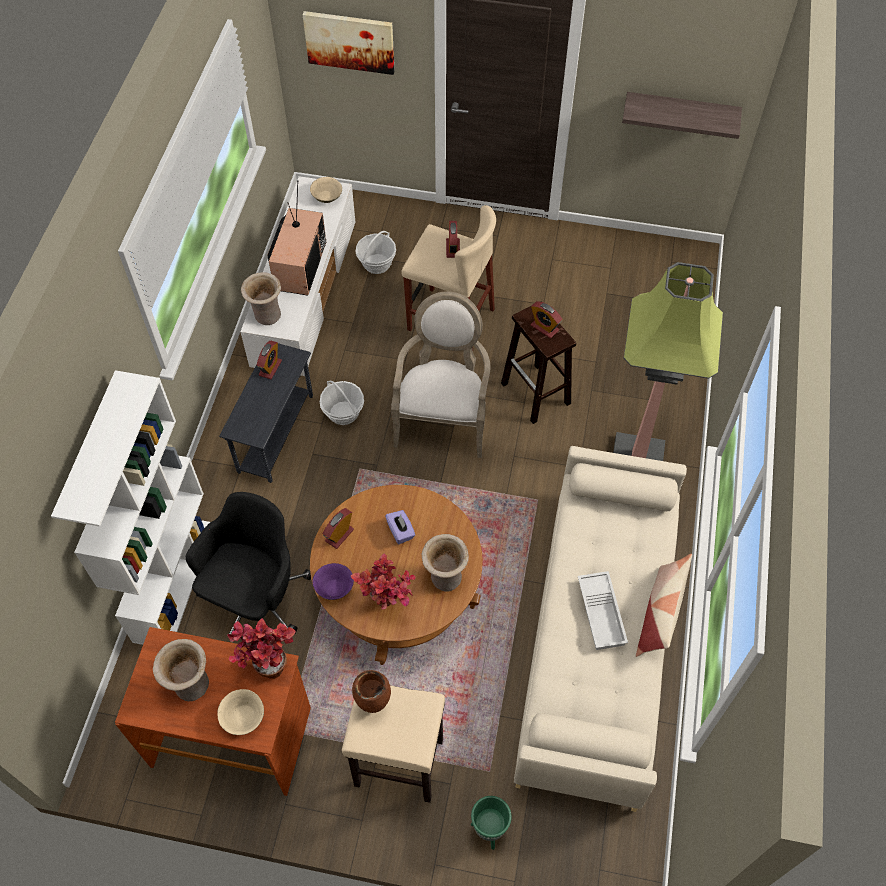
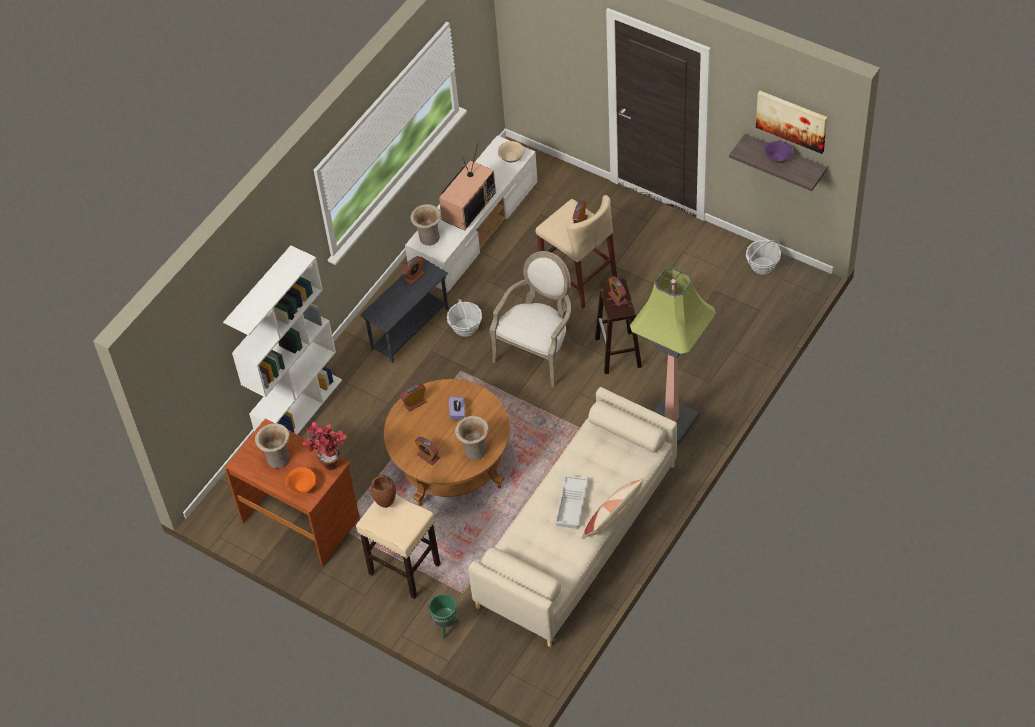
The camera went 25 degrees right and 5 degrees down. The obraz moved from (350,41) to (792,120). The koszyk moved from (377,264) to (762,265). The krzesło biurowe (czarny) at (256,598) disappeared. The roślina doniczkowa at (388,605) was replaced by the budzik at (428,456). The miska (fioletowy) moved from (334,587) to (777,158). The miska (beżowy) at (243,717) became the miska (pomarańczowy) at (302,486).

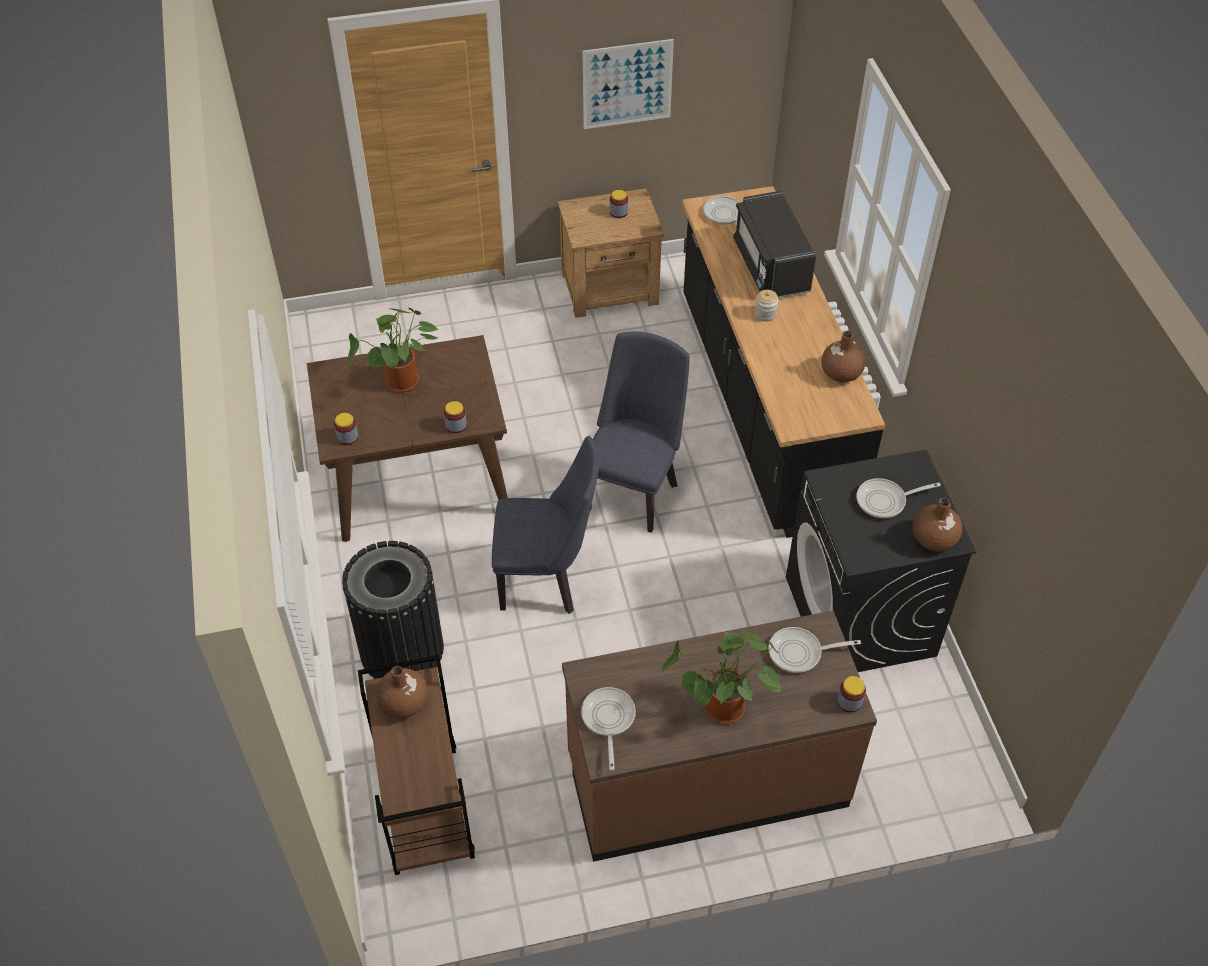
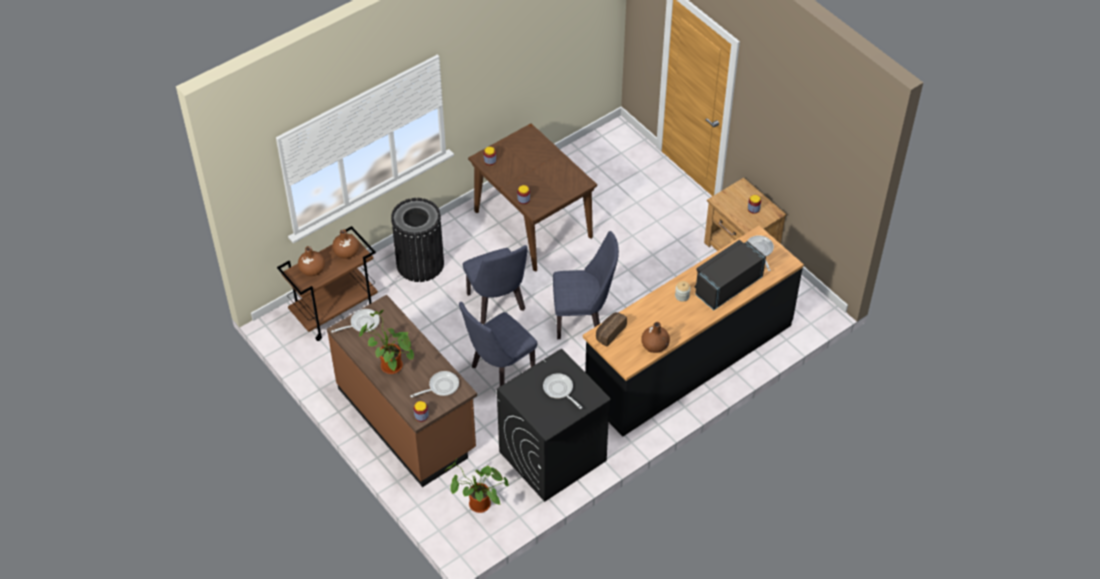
The camera went 65 degrees right and 0 degrees up. The obraz at (627,84) disappeared. The roślina doniczkowa moved from (402,385) to (477,505). The wazon (brązowy) moved from (933,539) to (312,270). The patelnia at (799,653) turned 90 degrees clockwise. The krzesło (niebieski) at (499,372) appeared. The chleb at (609,332) appeared.

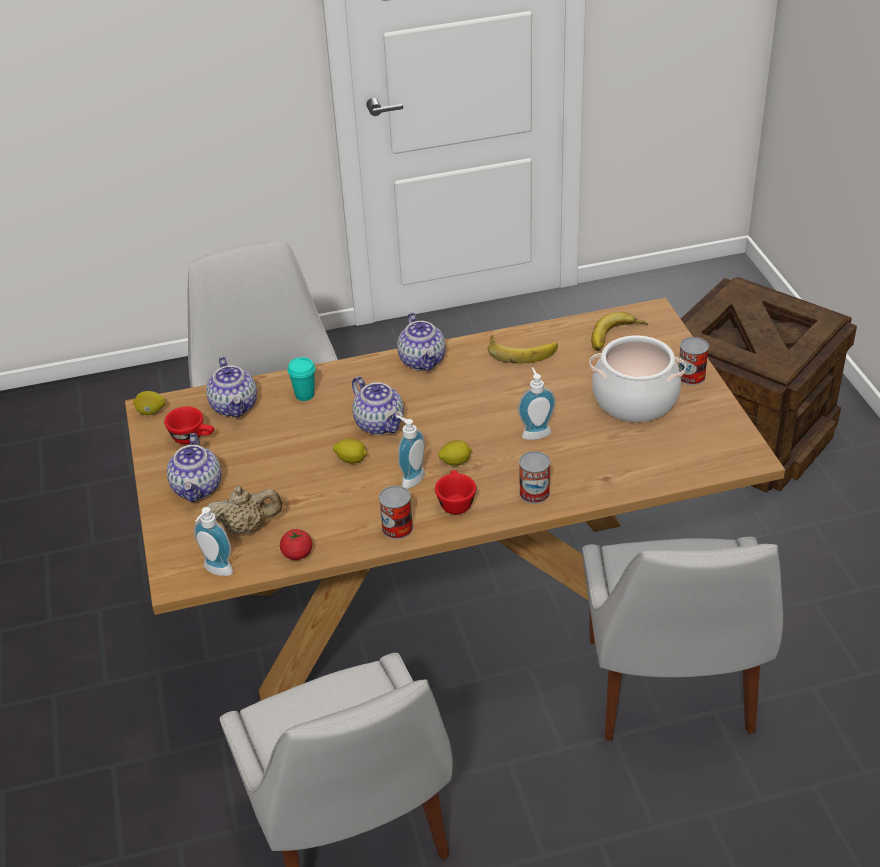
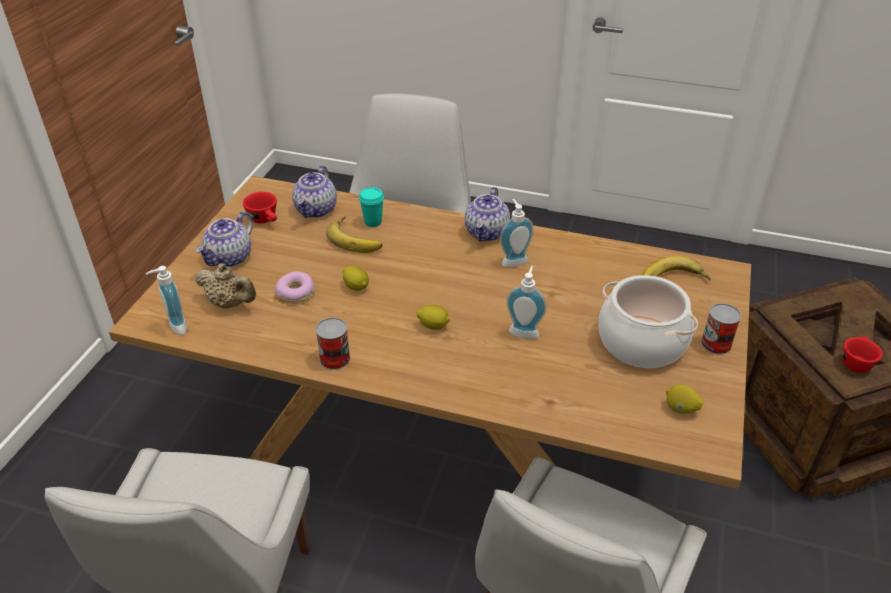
The camera went 30 degrees right and 0 degrees up. The banan moved from (521,350) to (356,239). The imbryk at (380,424) disappeared. The cytryna moved from (151,412) to (681,409). The dozownik mydła moved from (410,478) to (513,260). The puszka at (534,493) disappeared. The filiżanka (czerwony) moved from (455,502) to (856,361). The pomidor at (297,554) disappeared. The donut at (296,292) appeared.

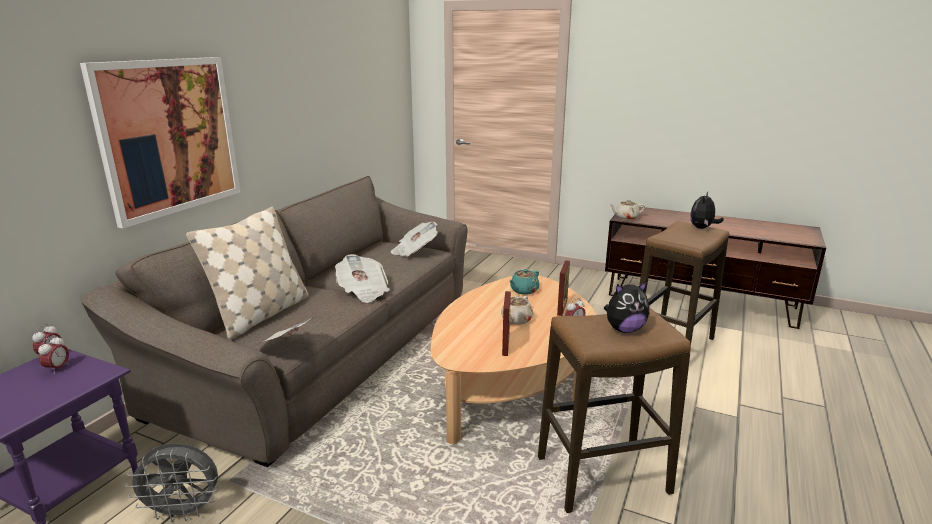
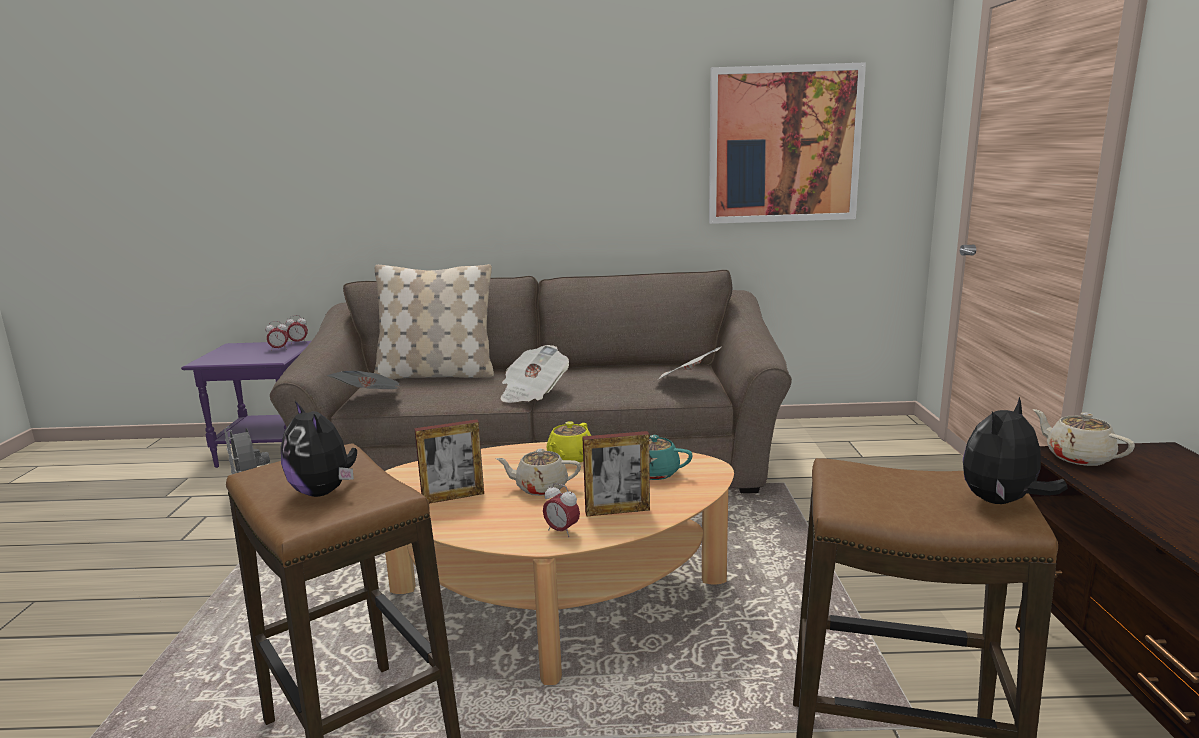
The camera went 65 degrees right and 5 degrees down. The obraz moved from (169,137) to (783,145). The pluszak at (702,228) turned 45 degrees counterclockwise. The imbryk (żółty) at (570,458) appeared.

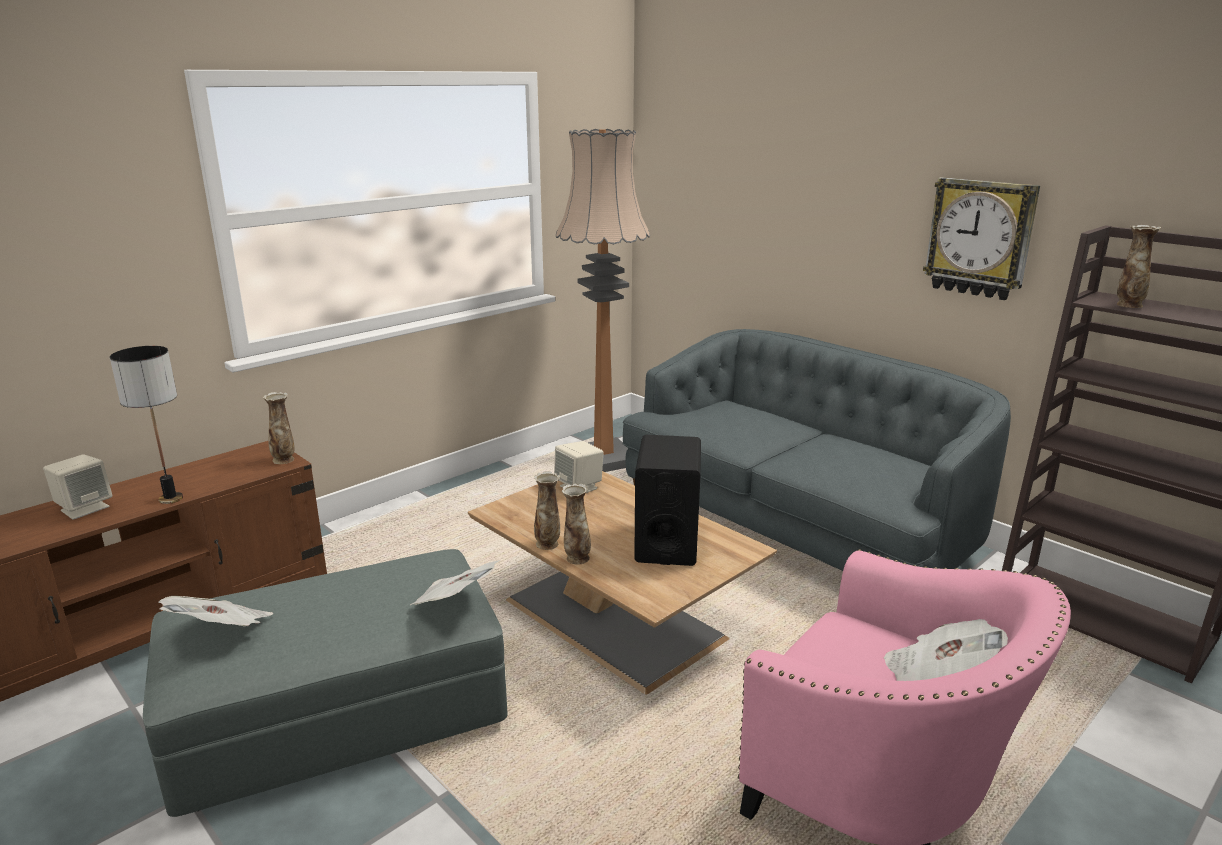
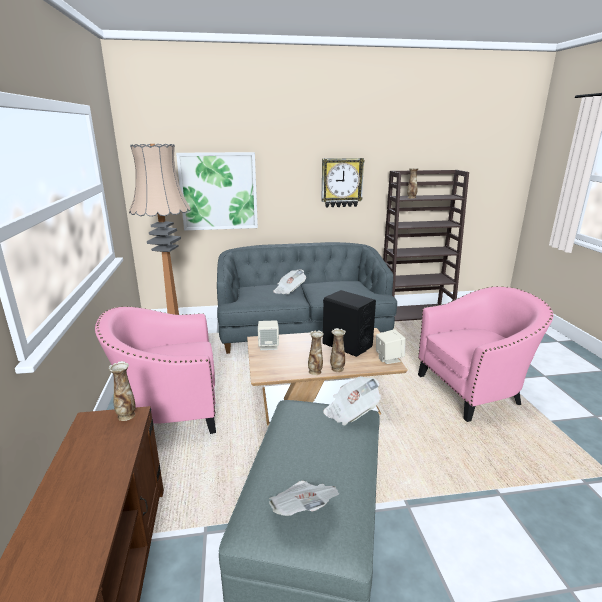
The camera went 55 degrees left and 0 degrees up. The lampa stołowa at (171,498) disappeared. The głośnik (beżowy) moved from (85,508) to (388,358). The gazeta moved from (937,677) to (289,290). The obraz at (218,191) appeared. The fotel (różowy) at (170,411) appeared.

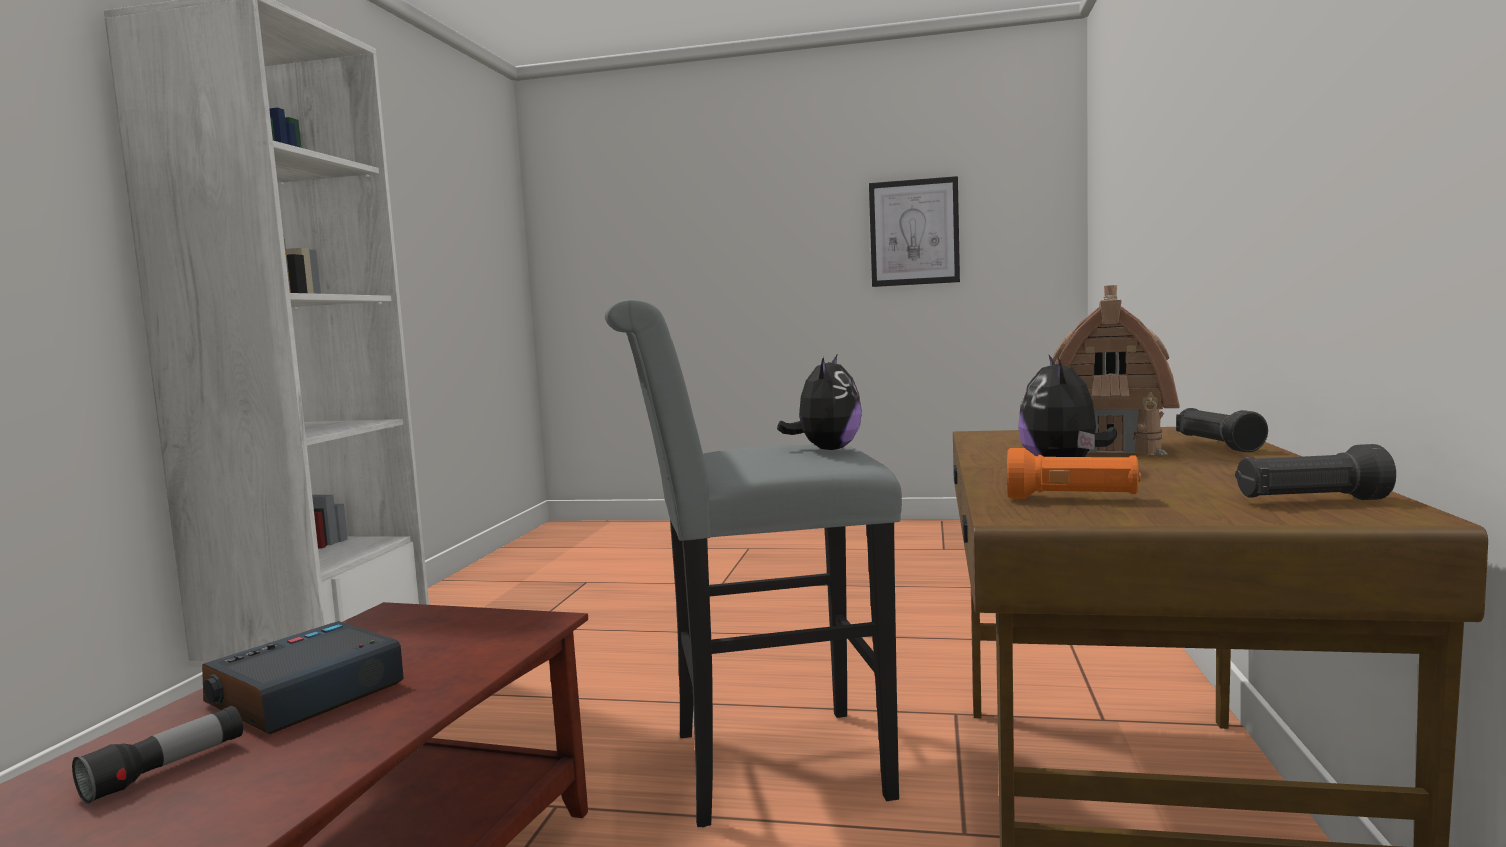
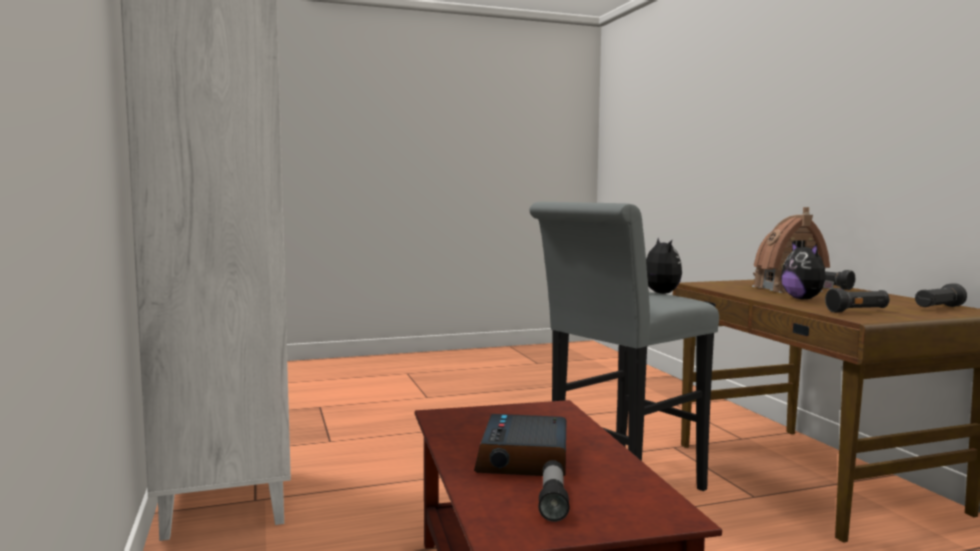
The camera went 30 degrees left and 0 degrees up. The obraz at (914,232) disappeared. The latarka (pomarańczowy) at (1072,499) became the latarka (czarny) at (857,311).

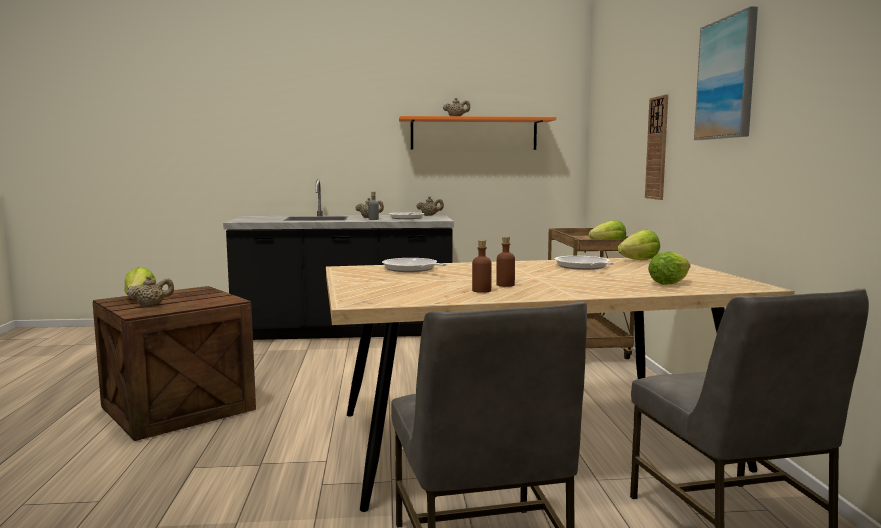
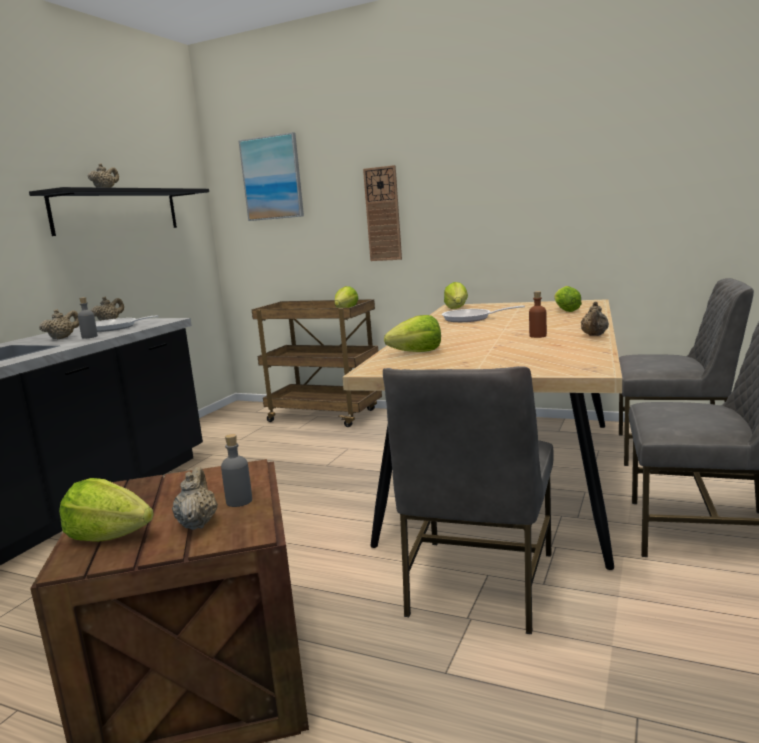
The camera went 60 degrees left and 5 degrees up. The obraz moved from (727,79) to (272,178). The półka (pomarańczowy) at (474,134) became the półka (czarny) at (117,211). The butelka (brązowy) at (481,290) disappeared. The patelnia at (412,269) was replaced by the sałata at (417,352). The imbryk (beżowy) at (594,335) appeared. The krzesło (szary) at (477,584) appeared. The butelka (szary) at (239,501) appeared.

